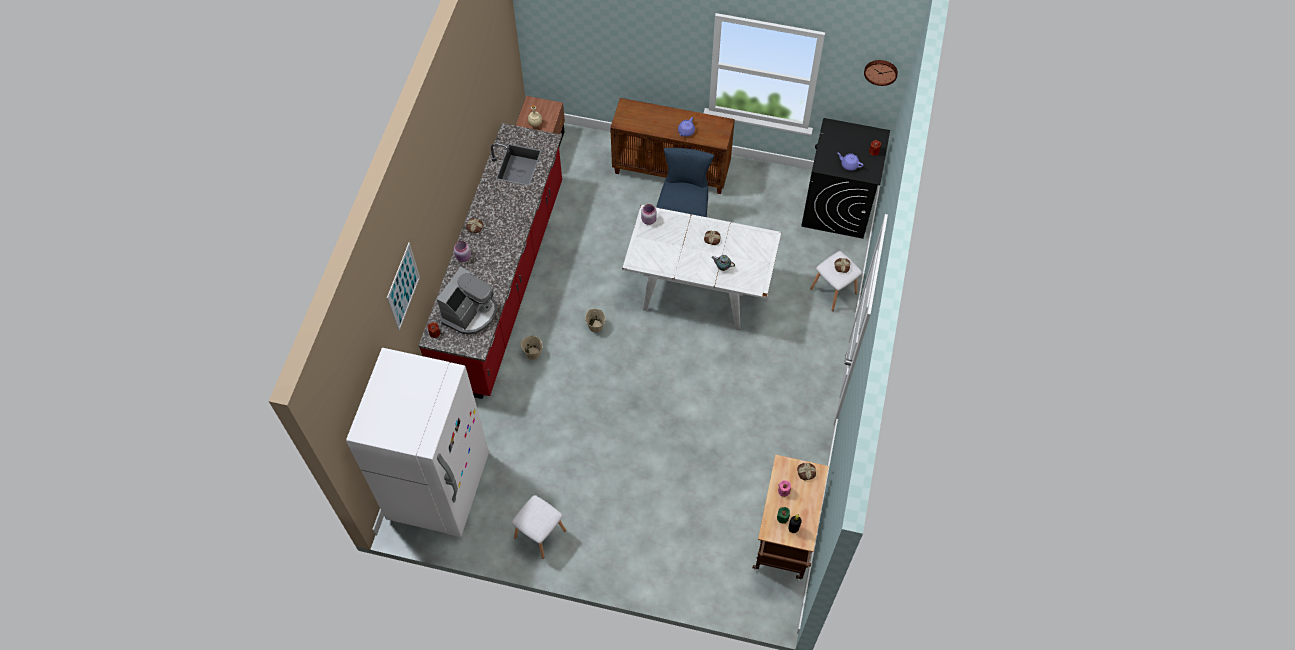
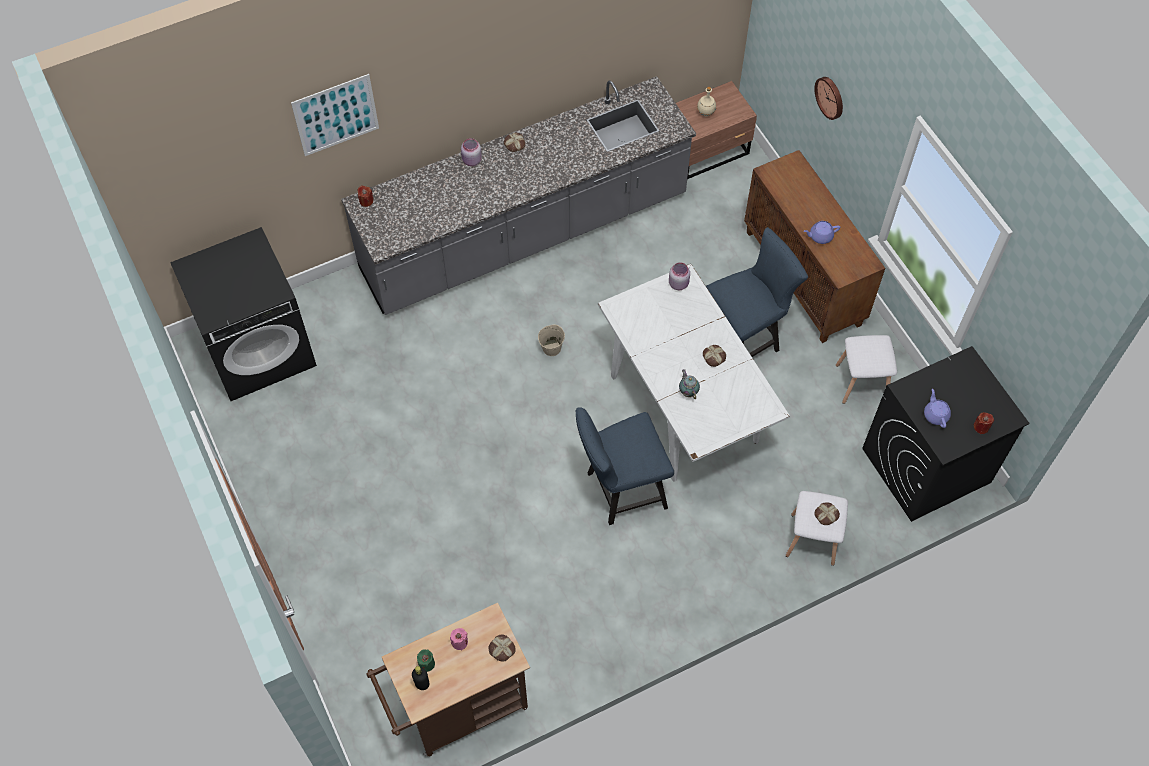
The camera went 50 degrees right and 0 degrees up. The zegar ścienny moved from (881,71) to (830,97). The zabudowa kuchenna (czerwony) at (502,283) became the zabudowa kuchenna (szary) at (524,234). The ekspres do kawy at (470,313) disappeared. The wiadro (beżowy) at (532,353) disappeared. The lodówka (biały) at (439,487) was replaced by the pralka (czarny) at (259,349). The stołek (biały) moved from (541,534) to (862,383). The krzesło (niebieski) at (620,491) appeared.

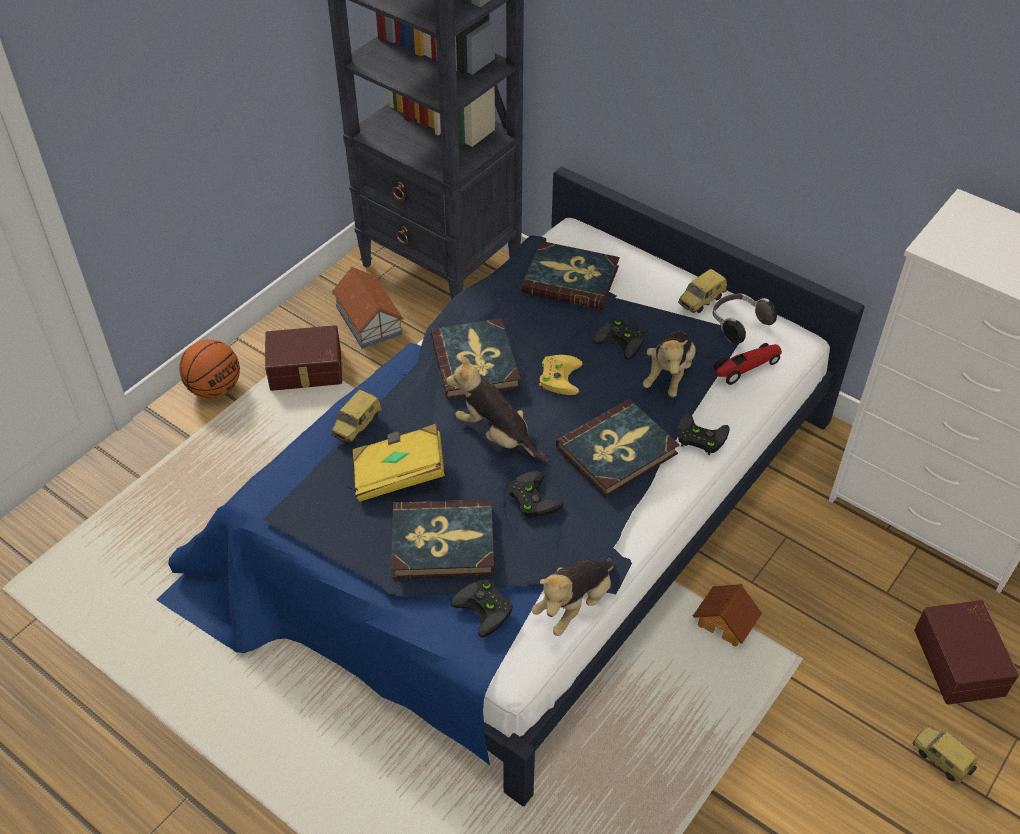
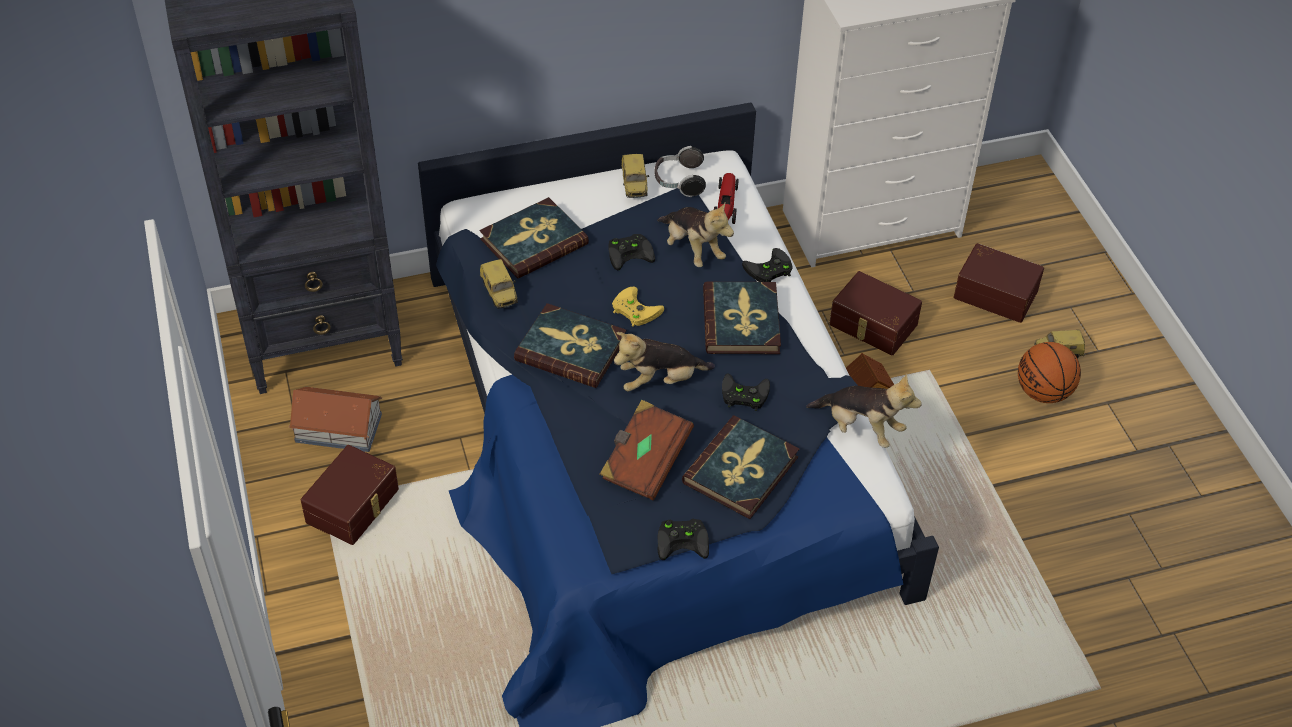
The camera went 55 degrees left and 0 degrees up. The piłka do koszykówki moved from (214,388) to (1043,392). The samochodzik moved from (358,427) to (500,293). The książka (żółty) at (399,474) became the książka (brązowy) at (645,462). The pluszak at (574,605) turned 45 degrees counterclockwise. The pad do gier (czarny) moved from (486,609) to (684,540). The pojemnik do przechowywania (brązowy) at (872,325) appeared.

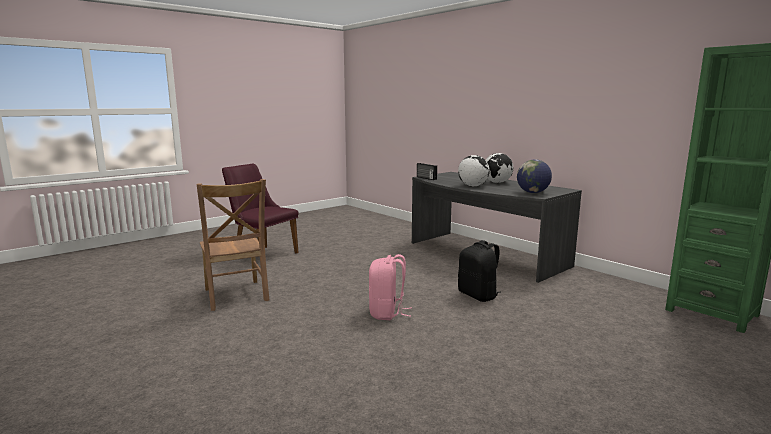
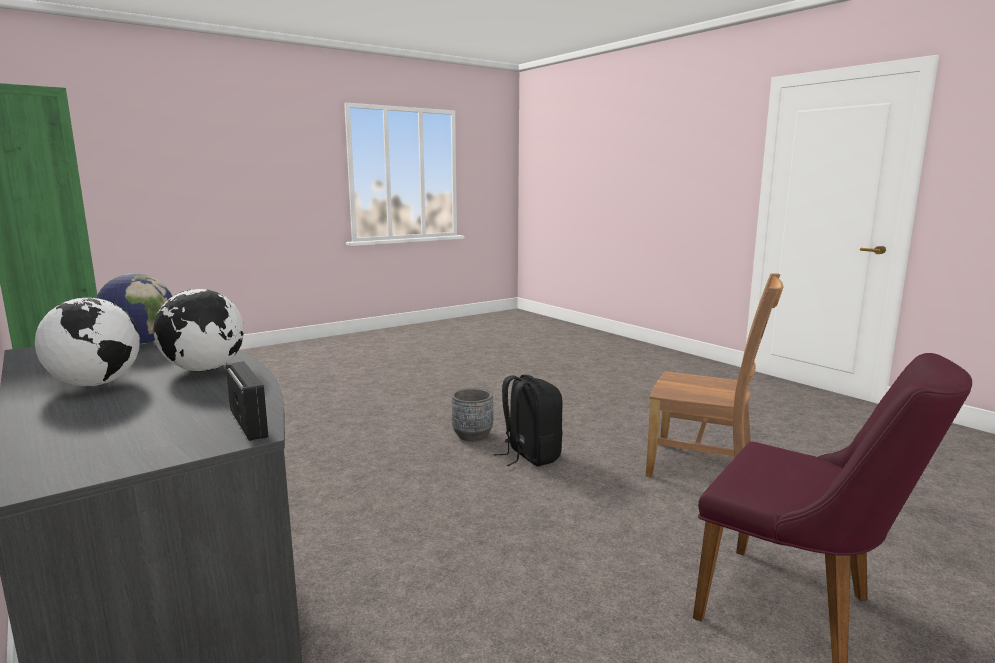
The camera went 175 degrees left and 0 degrees up. The krzesło (brązowy) at (236,296) turned 135 degrees clockwise. The plecak (czarny) moved from (478,295) to (529,456). The plecak (różowy) at (387,313) was replaced by the donica (szary) at (472,435).

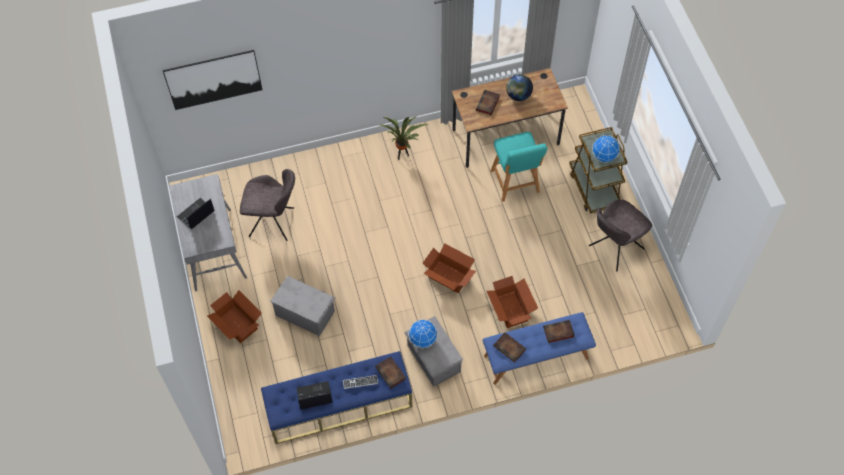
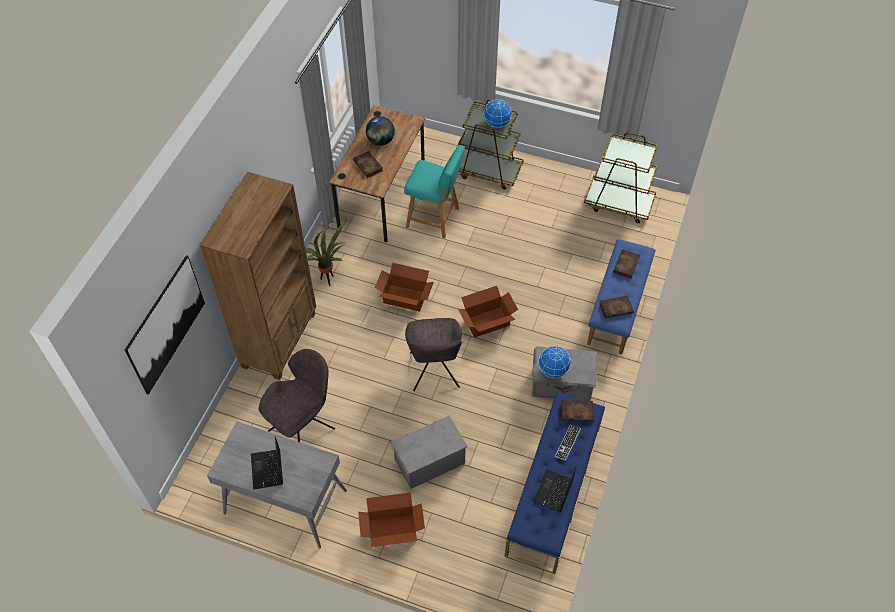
The camera went 55 degrees left and 5 degrees down. The krzesło (szary) moved from (614,248) to (434,372). The karton moved from (511,309) to (404,297). The wózek (brązowy) at (619,203) appeared. The regał (brązowy) at (280,339) appeared.

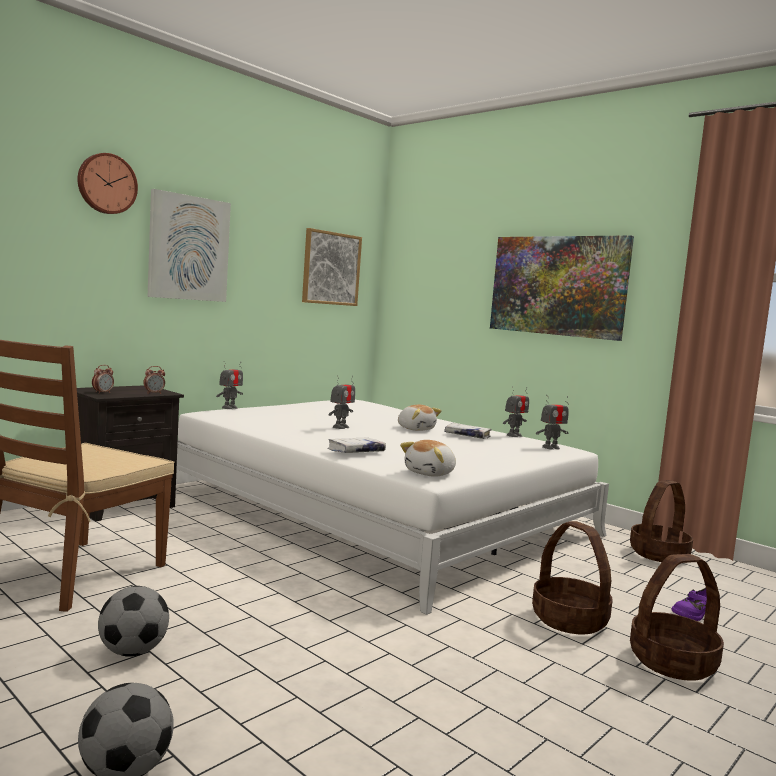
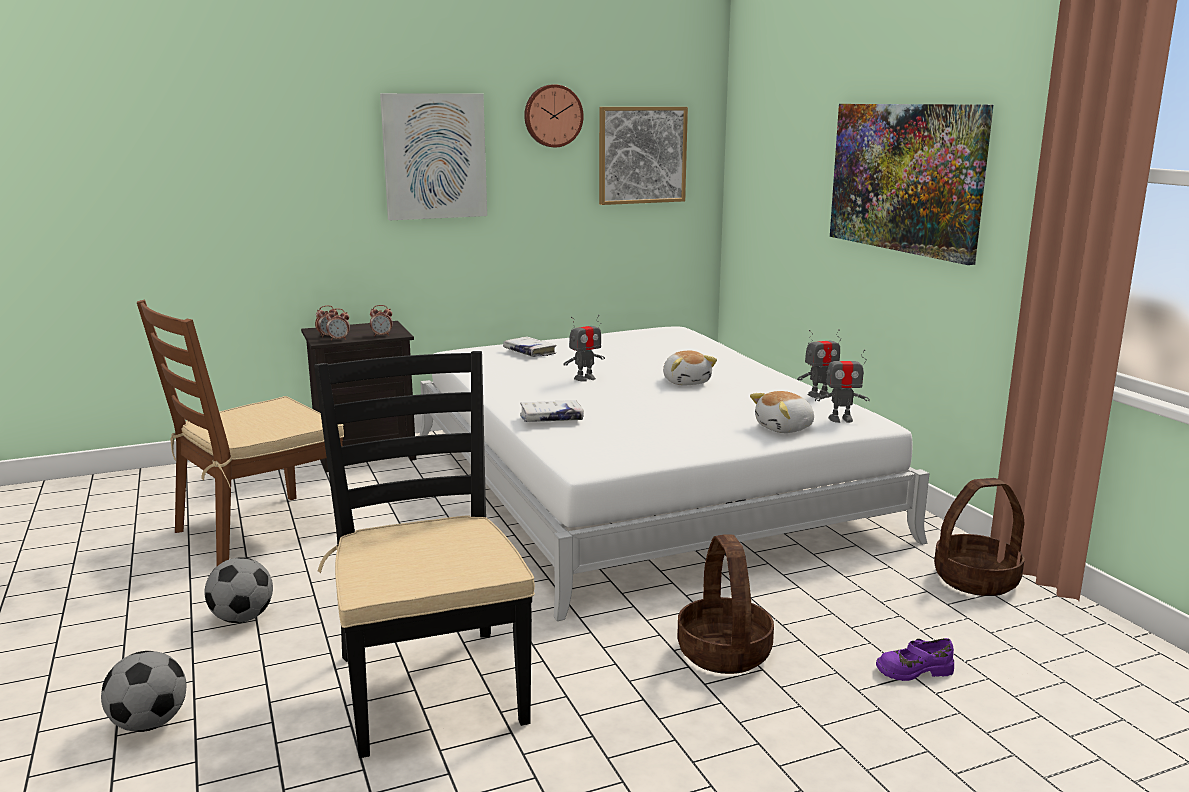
The camera went 25 degrees right and 10 degrees up. The zegar ścienny moved from (106,184) to (552,116). The robot zabawkowy at (229,408) disappeared. The książka (biały) moved from (467,436) to (529,352). The pluszak moved from (431,473) to (785,428). The koszyk at (672,662) disappeared. The budzik at (339,339) appeared. The krzesło (czarny) at (430,687) appeared.

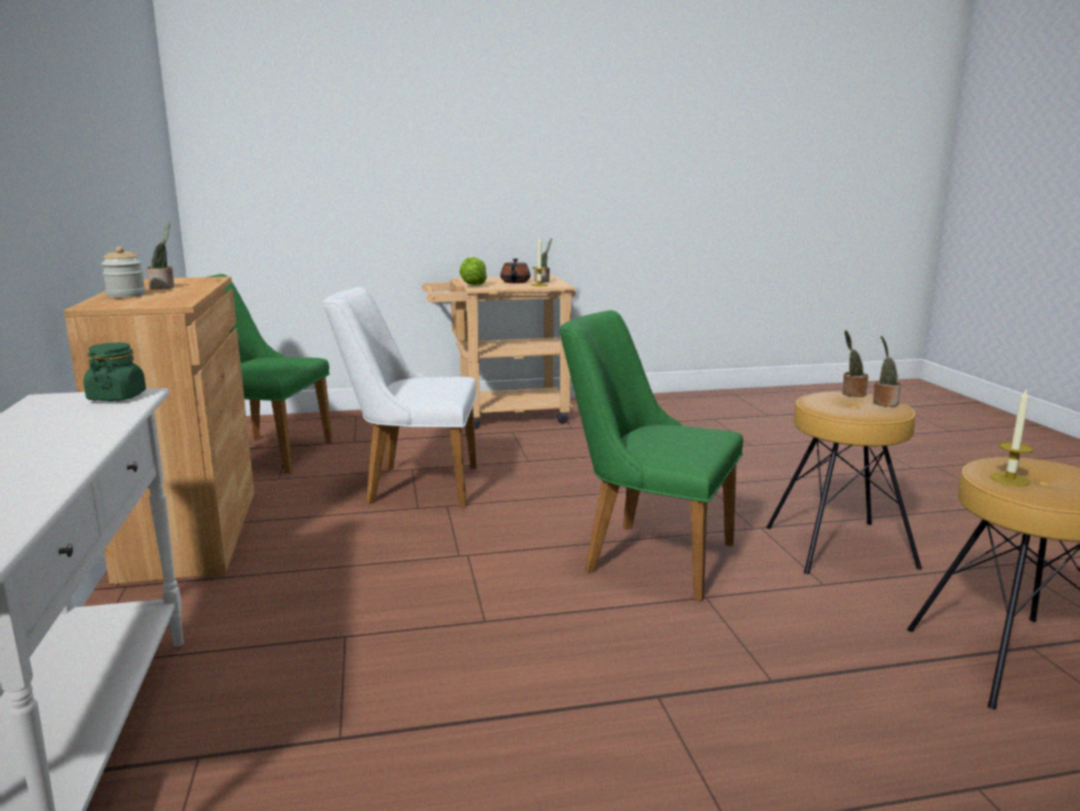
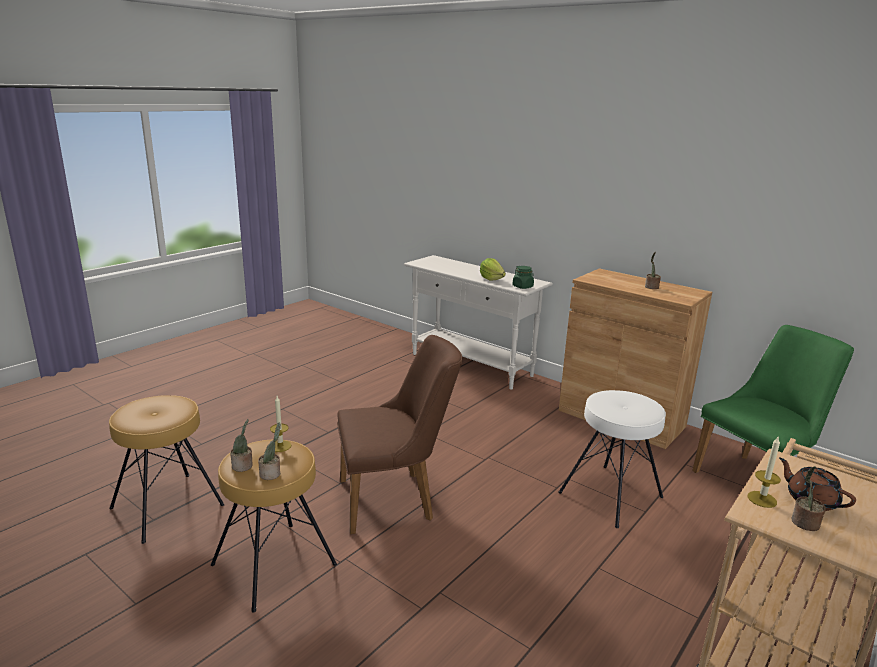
The camera went 140 degrees right and 5 degrees up. The słoik at (126,295) disappeared. The sałata moved from (473,285) to (491,279). The krzesło (biały) at (411,485) was replaced by the stołek (biały) at (611,495). The krzesło (zielony) at (645,555) became the krzesło (brązowy) at (395,499). The świeca moved from (1010,479) to (280,446).

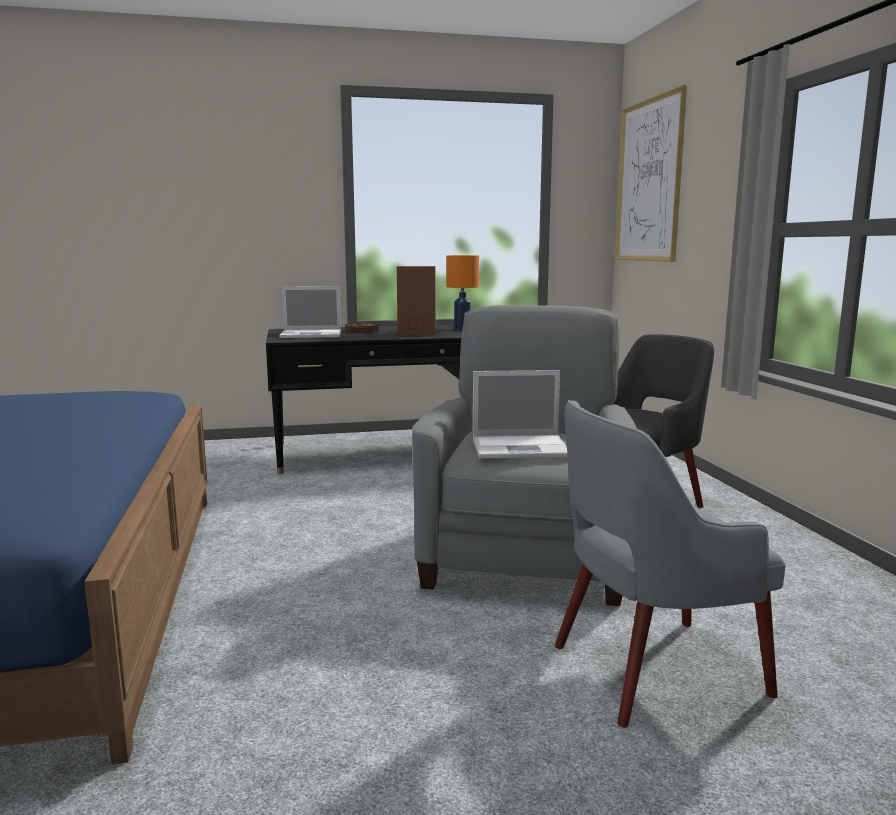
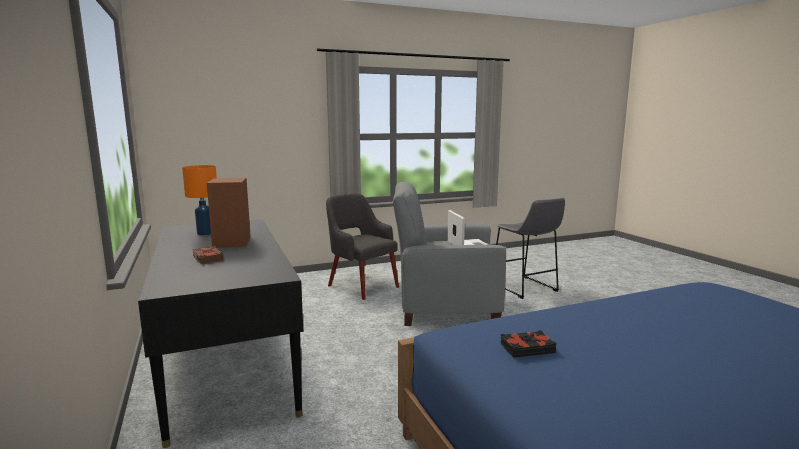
The camera went 100 degrees left and 0 degrees up. The obraz at (649,181) disappeared. The laptop at (312,334) disappeared. The fotel (szary) at (654,670) was replaced by the stołek (szary) at (525,288). The książka (czarny) at (527,348) appeared.

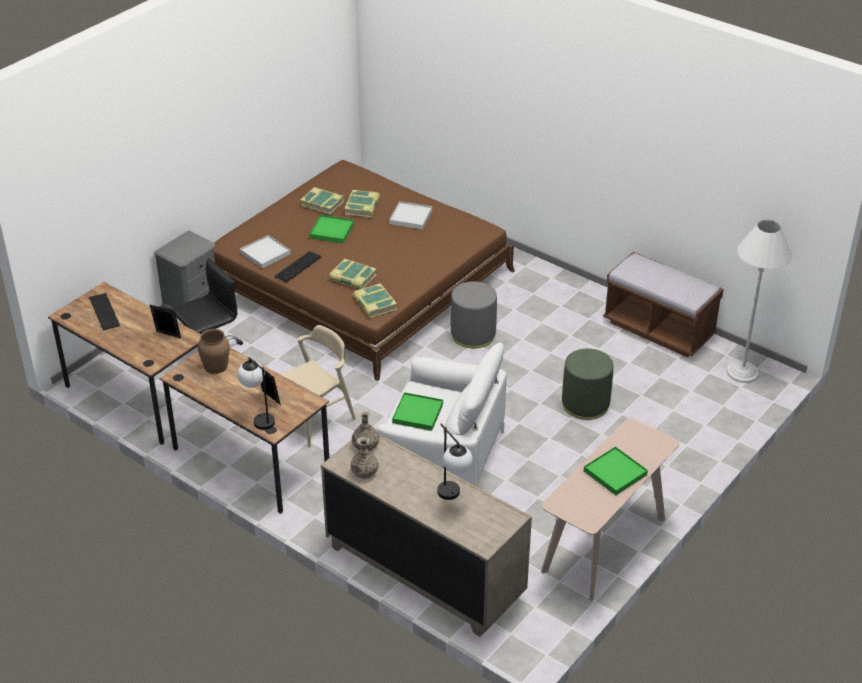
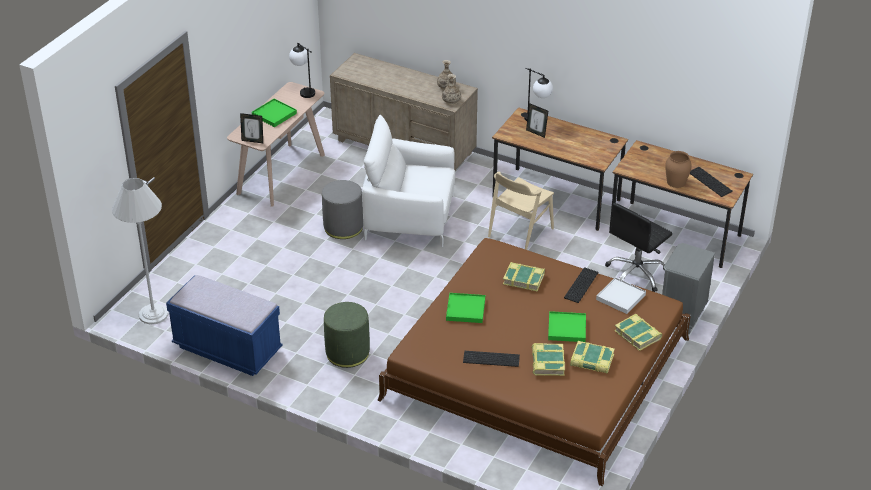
The camera went 170 degrees right and 0 degrees up. The taca (biały) at (410,217) was replaced by the klawiatura at (492,358). The ławka (brązowy) at (658,329) became the ławka (niebieski) at (227,349). The pufa (szary) moved from (473,334) to (343,227). The książka moved from (374,304) to (638,335). The ramka na zdjęcie moved from (167,336) to (253,141). The wazon (brązowy) moved from (215,366) to (676,182). The pufa (zielony) moved from (585,404) to (347,353). The taca (zielony) moved from (418,413) to (465,310). The lampa stołowa moved from (453,497) to (303,91).

